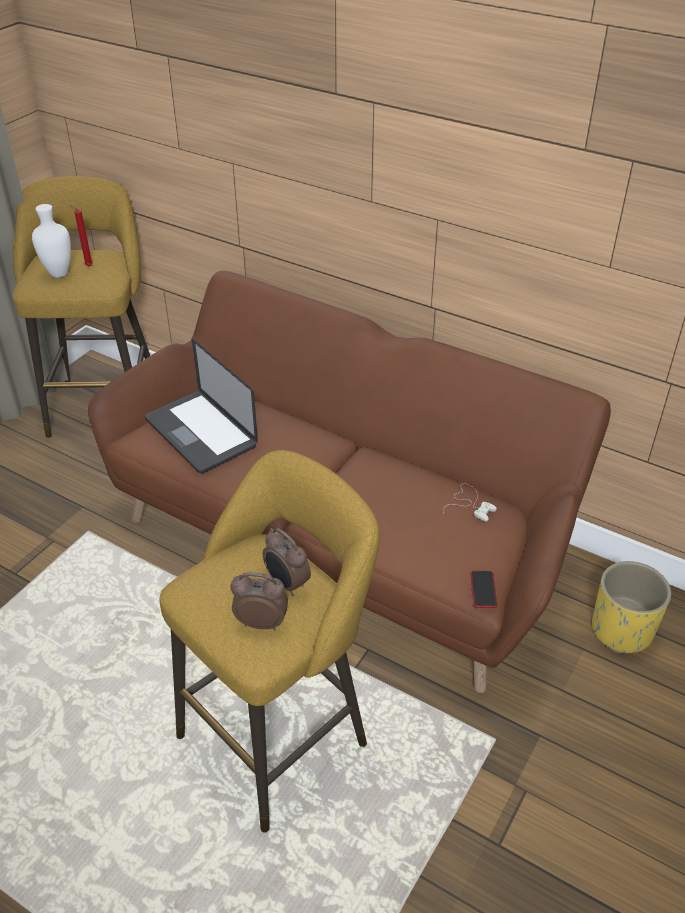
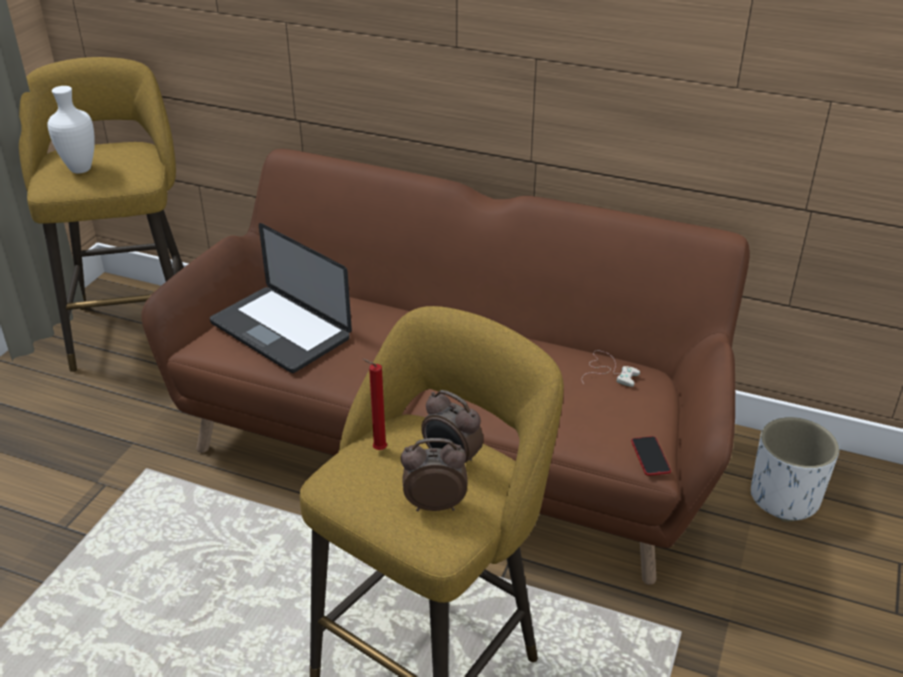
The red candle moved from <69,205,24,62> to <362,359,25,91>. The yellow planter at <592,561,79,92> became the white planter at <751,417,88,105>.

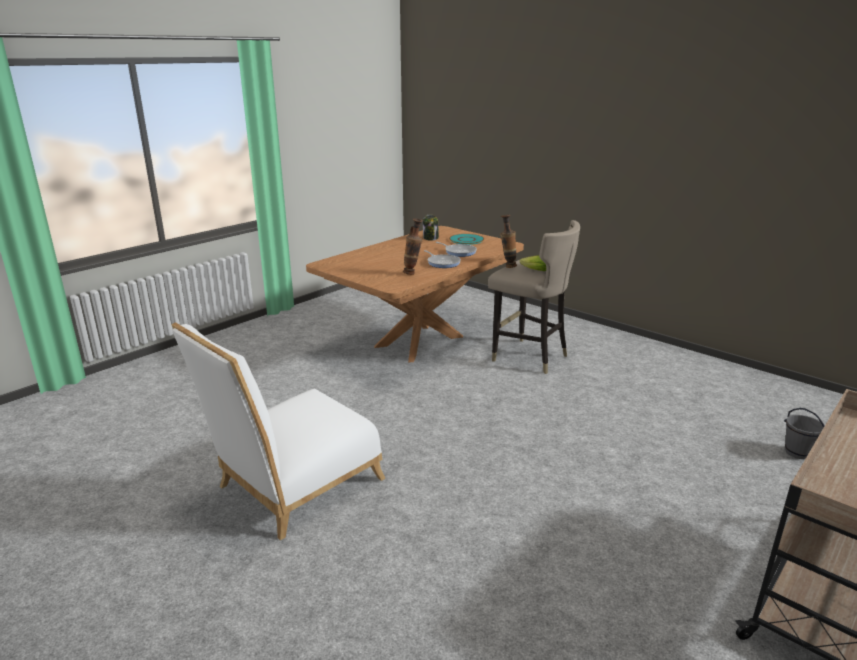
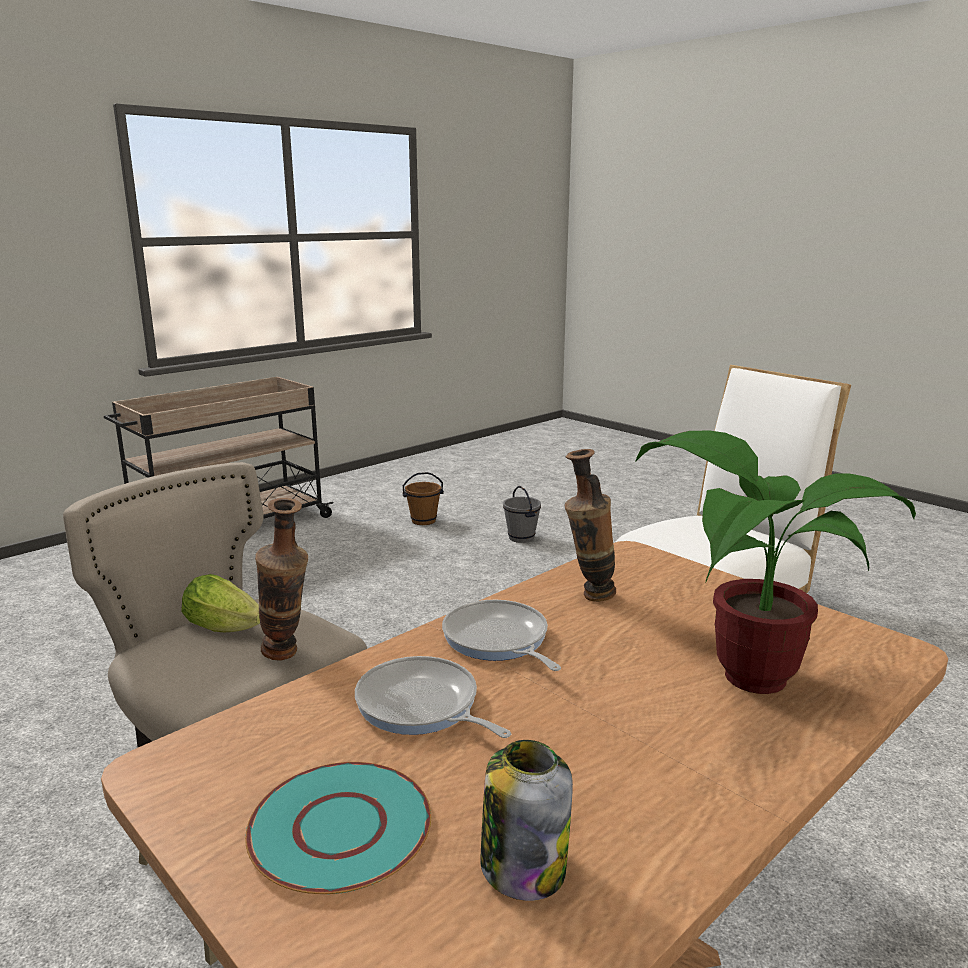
The brown bucket at <403,472,41,53> appeared. The grey bucket moved from <784,408,41,51> to <503,486,38,57>. The potted plant at <635,431,281,263> appeared.

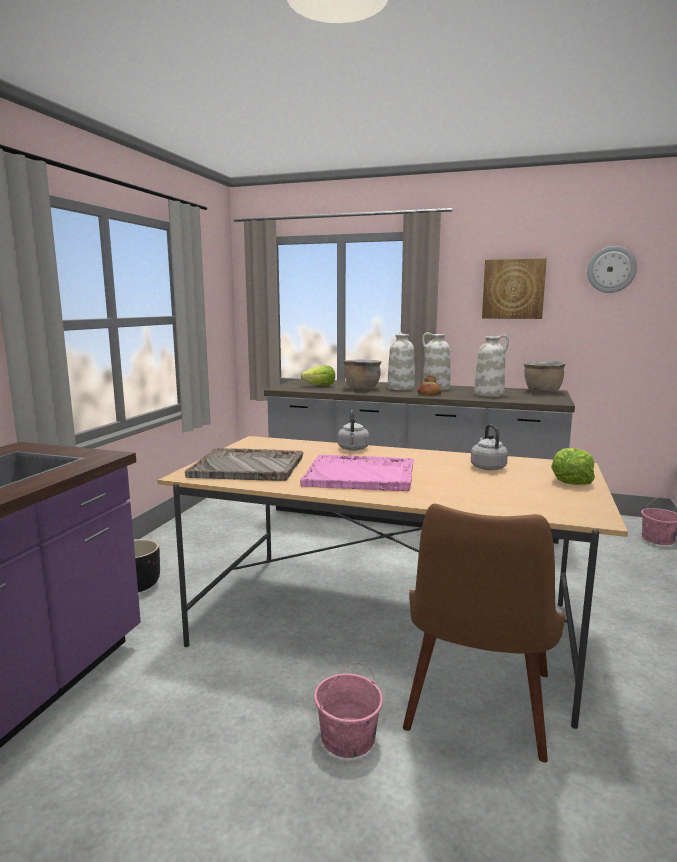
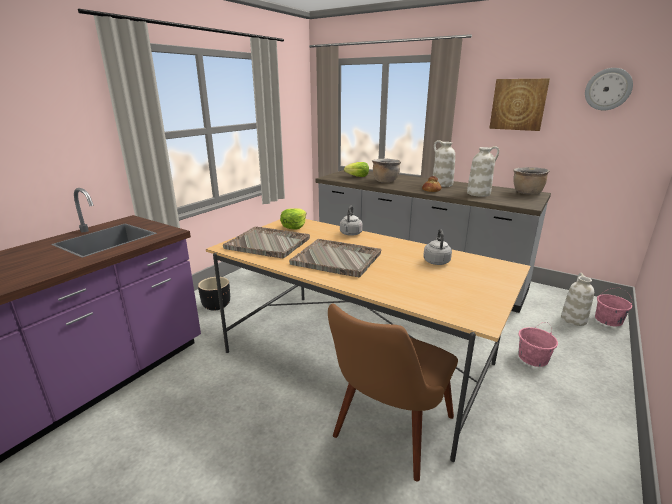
The lettuce moved from <551,448,44,37> to <280,208,27,21>. The pink tray at <300,455,114,36> became the grey tray at <289,239,92,38>. The pink bucket moved from <314,663,69,95> to <518,322,40,45>. The white vase moved from <387,332,28,58> to <561,273,33,53>.

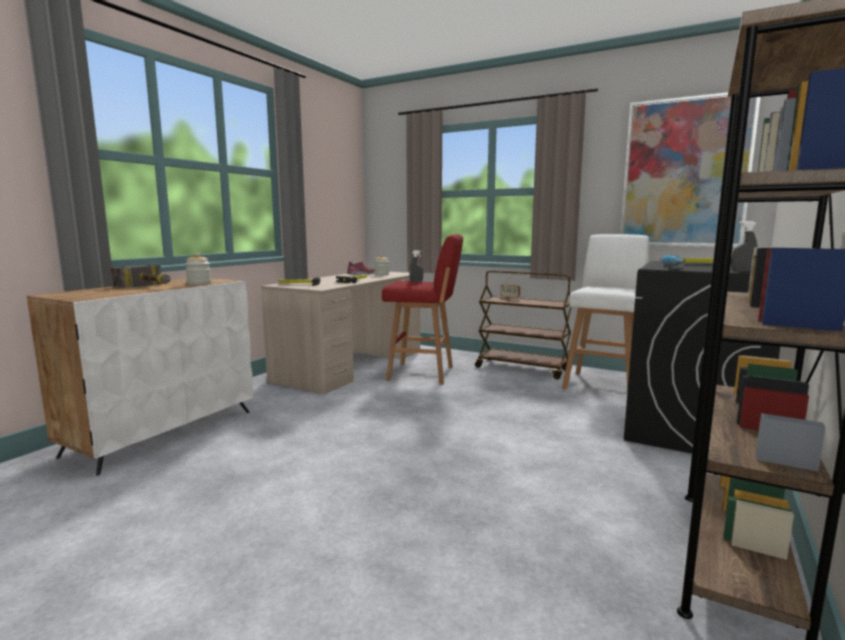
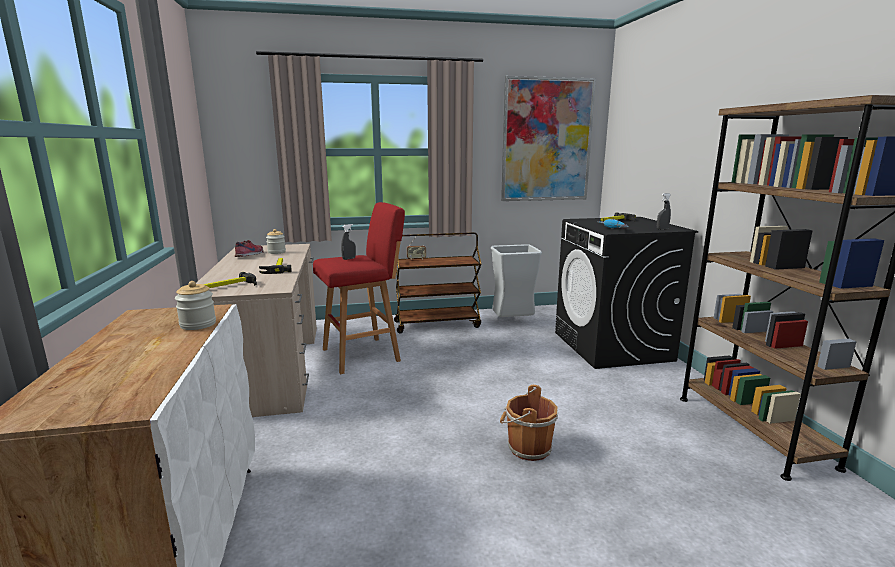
The white stool at <562,234,87,158> was replaced by the grey trash can at <491,244,51,73>. The brown bucket at <500,385,58,76> appeared. The hammer at <111,265,60,23> disappeared.

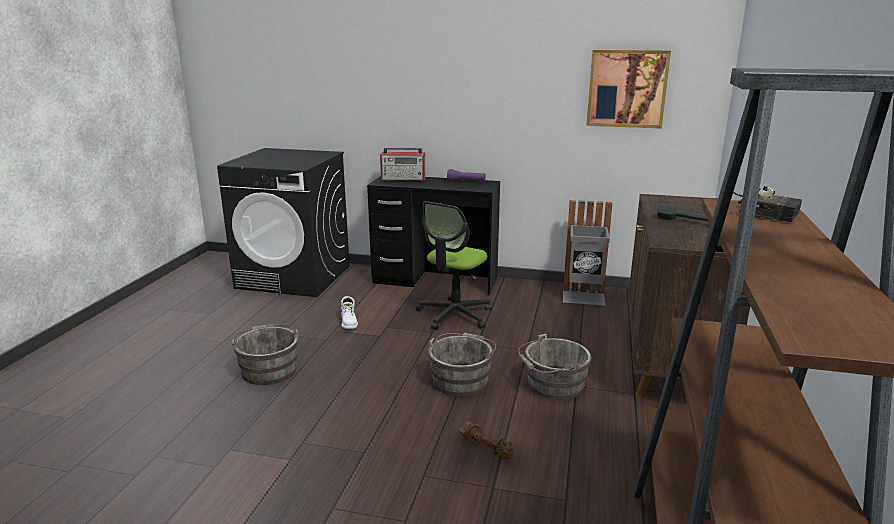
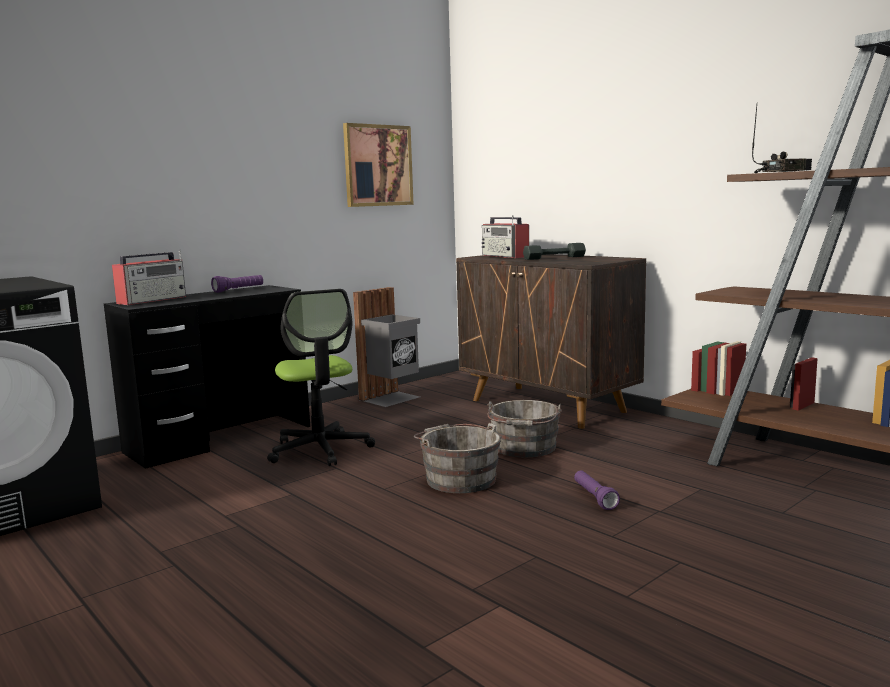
The radio at <481,215,48,43> appeared. The brown dumbbell at <459,421,54,39> was replaced by the purple flashlight at <574,471,46,39>. The grey bucket at <232,324,67,61> disappeared. The white boot at <341,296,17,33> disappeared.

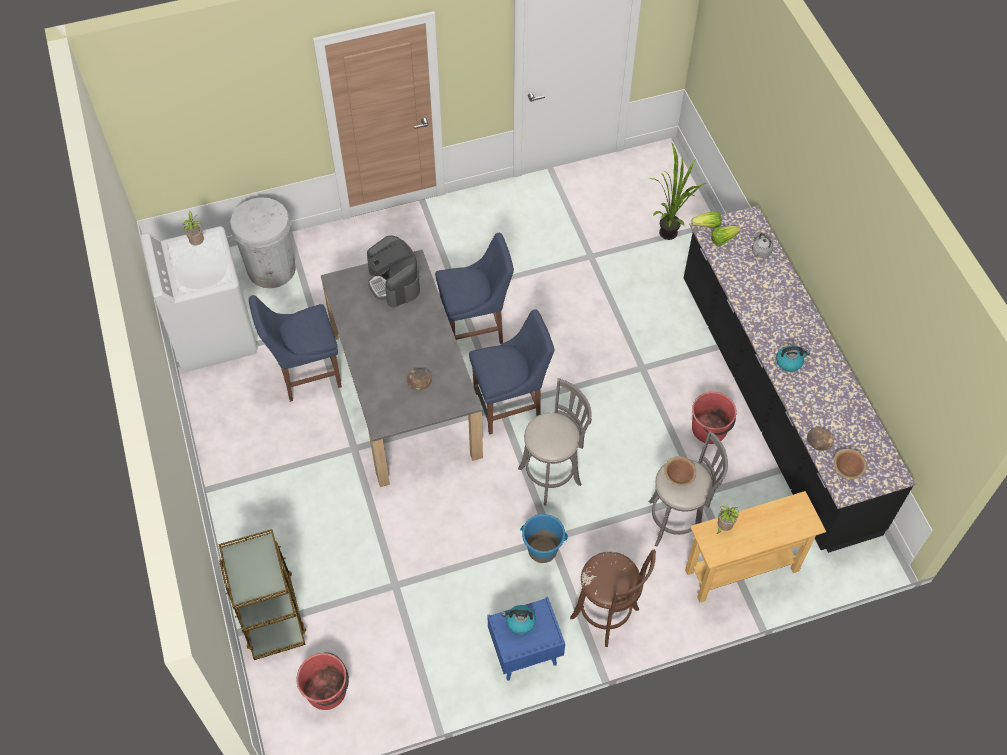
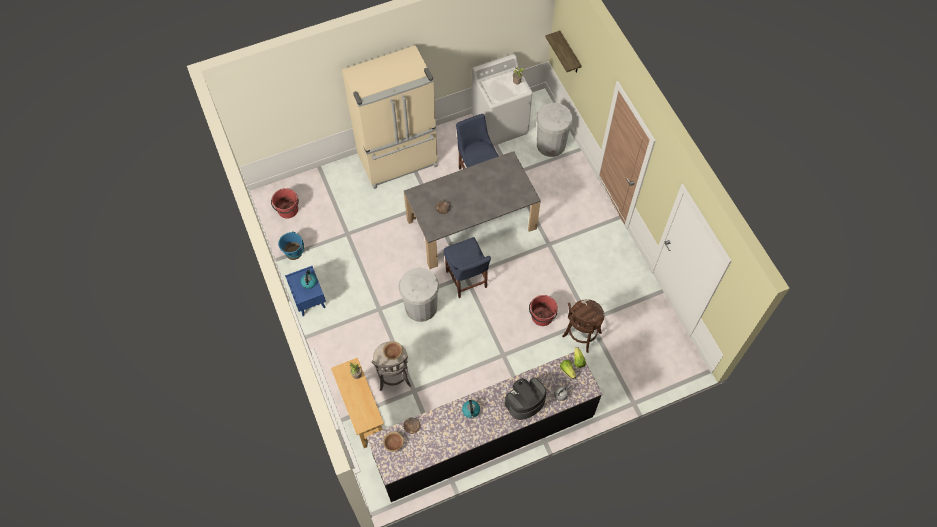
The blue bucket moved from <520,514,48,49> to <278,231,26,29>. The beige fridge at <342,45,96,144> appeared. The grey stool at <518,378,74,128> was replaced by the white trash can at <399,268,40,54>. The coffee machine moved from <367,236,53,72> to <504,377,42,43>. The red bucket moved from <692,392,45,52> to <529,295,29,31>. The shelf at <545,31,37,42> appeared. The brown stool moved from <570,550,86,97> to <562,299,42,54>. The brown cart at <218,529,88,131> disappeared. The blue chair at <435,233,79,111> disappeared. The potted plant at <650,143,56,97> disappeared.

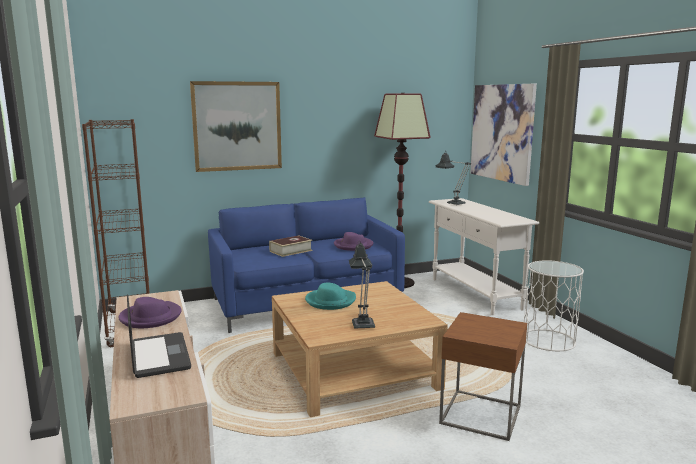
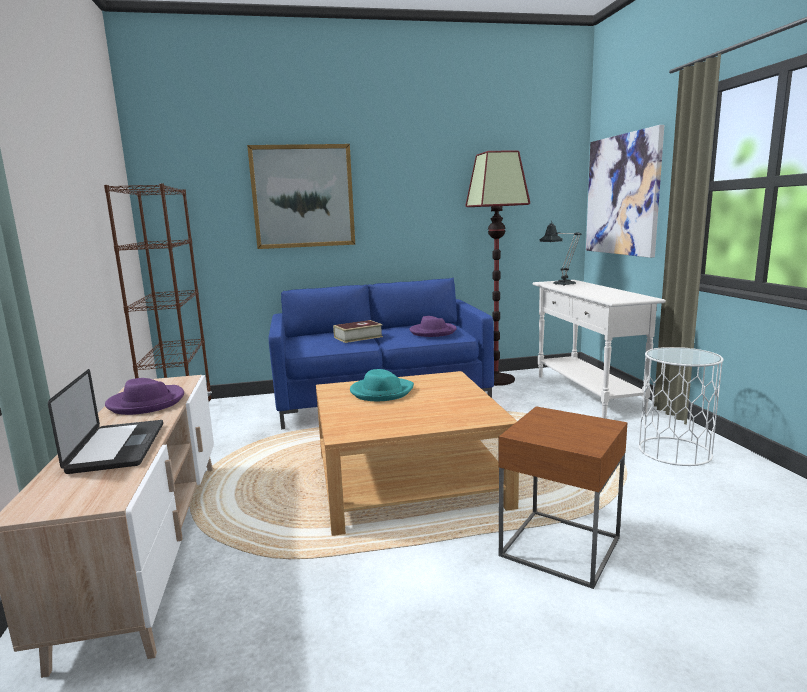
The table lamp at <349,241,26,88> disappeared.

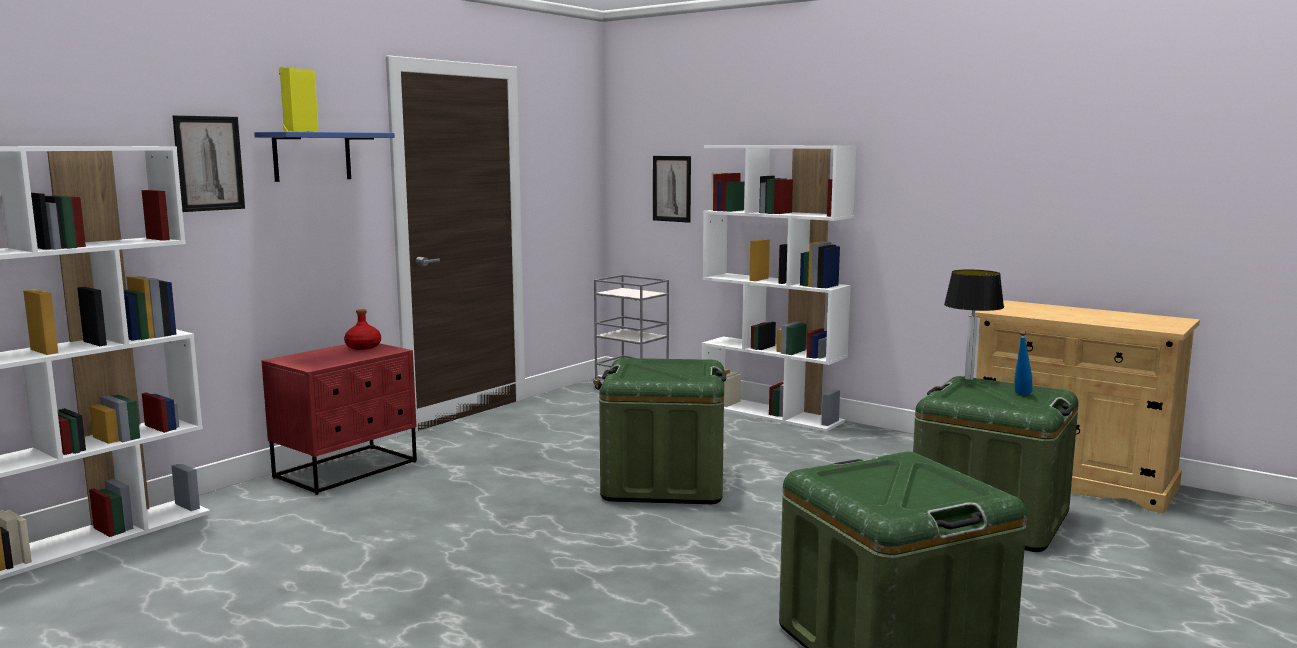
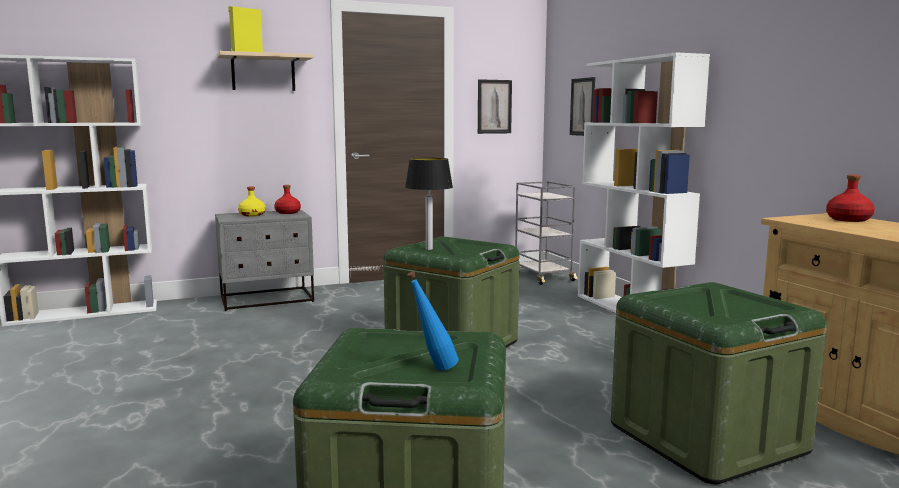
The red nightstand at <262,343,155,152> became the grey nightstand at <215,210,99,101>. The blue shelf at <254,132,141,50> became the beige shelf at <217,51,97,40>. The yellow bottle at <238,186,28,30> appeared. The table lamp moved from <944,270,60,110> to <405,158,48,92>. The blue bottle moved from <1015,331,17,64> to <407,272,52,99>. The picture moved from <172,115,73,97> to <478,79,34,55>. The red bottle at <826,175,49,47> appeared.

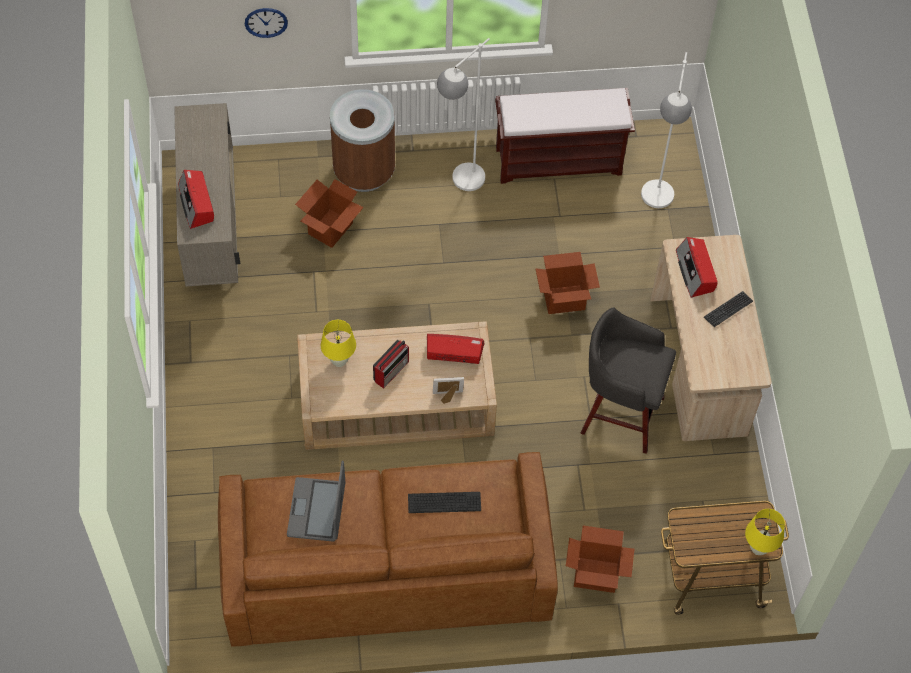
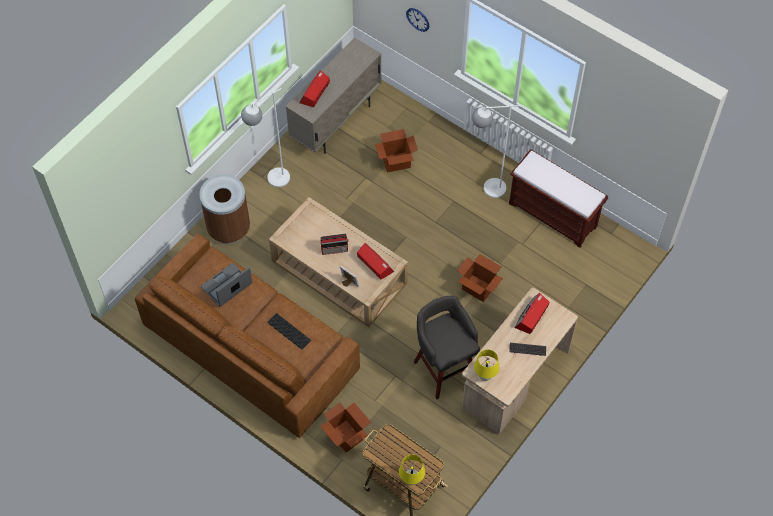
The brown trash can moved from <330,89,65,103> to <199,174,51,70>. The white floor lamp moved from <641,52,51,156> to <241,88,49,99>. The yellow table lamp moved from <321,320,35,47> to <474,349,26,32>.

